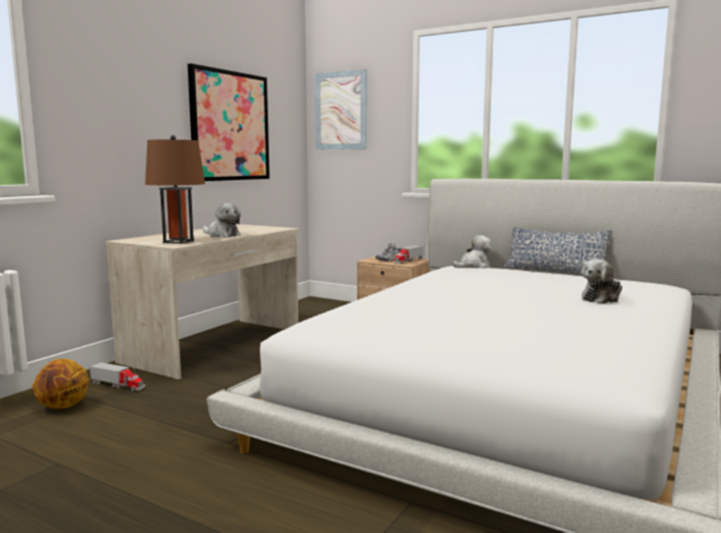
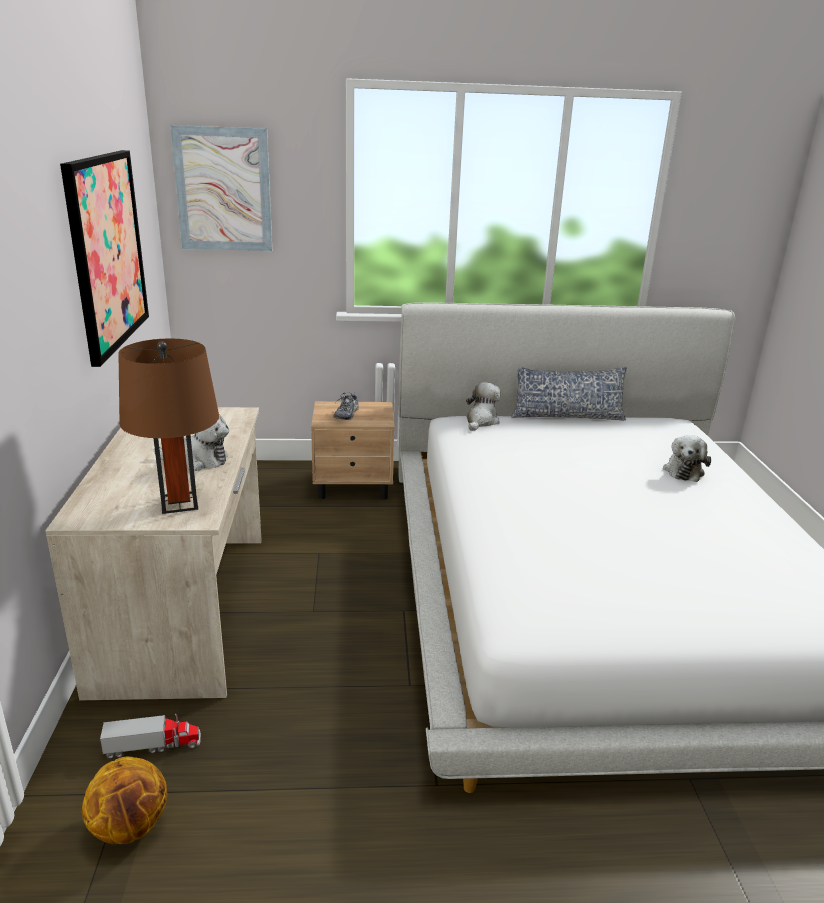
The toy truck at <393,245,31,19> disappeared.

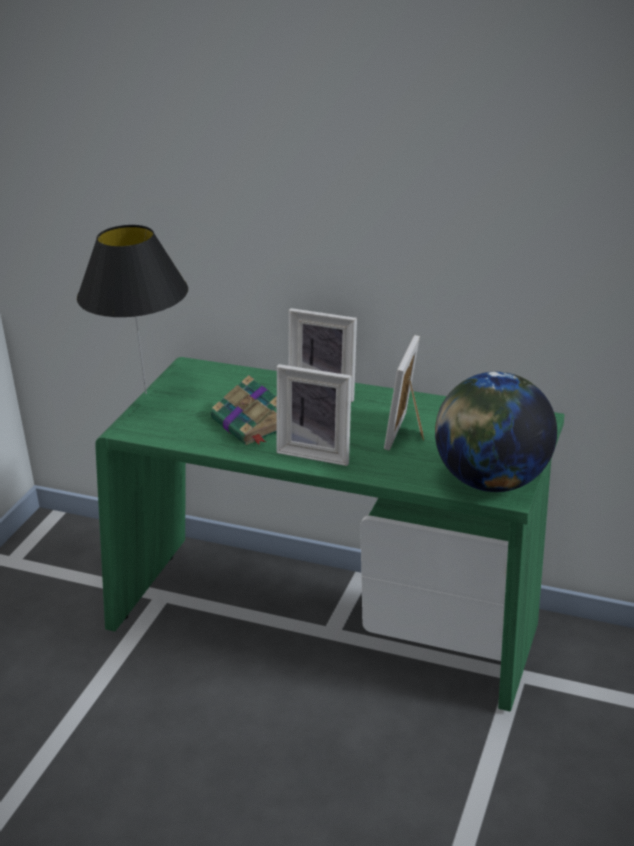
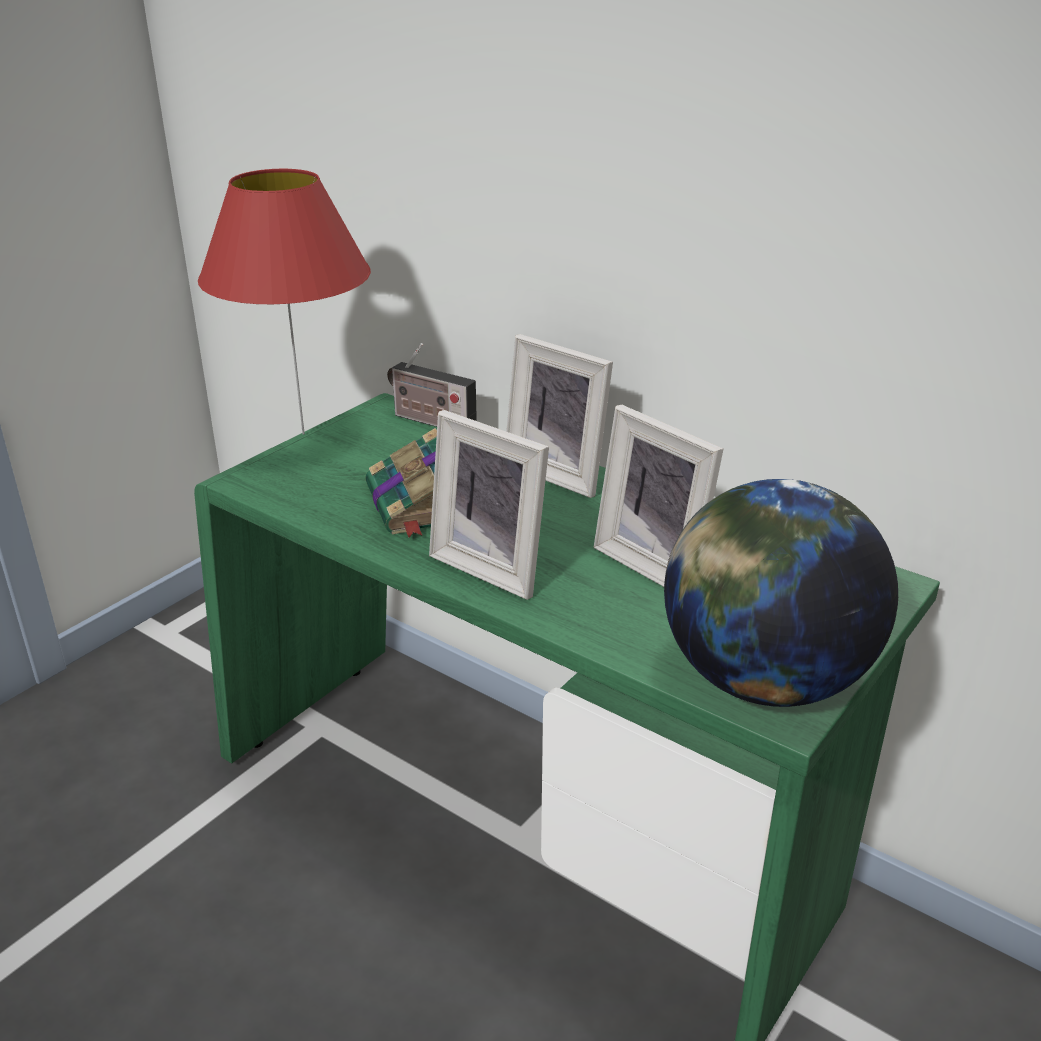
The black table lamp at <77,225,111,169> became the red table lamp at <198,169,173,266>. The radio at <387,343,90,84> appeared. The picture frame at <384,335,40,116> turned 75 degrees counterclockwise.

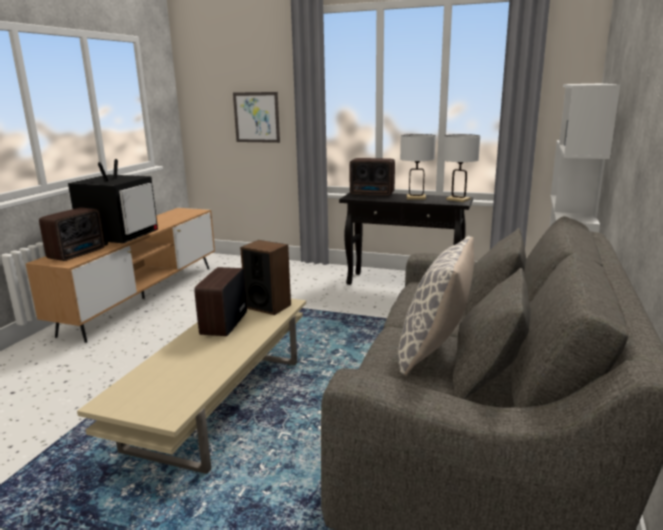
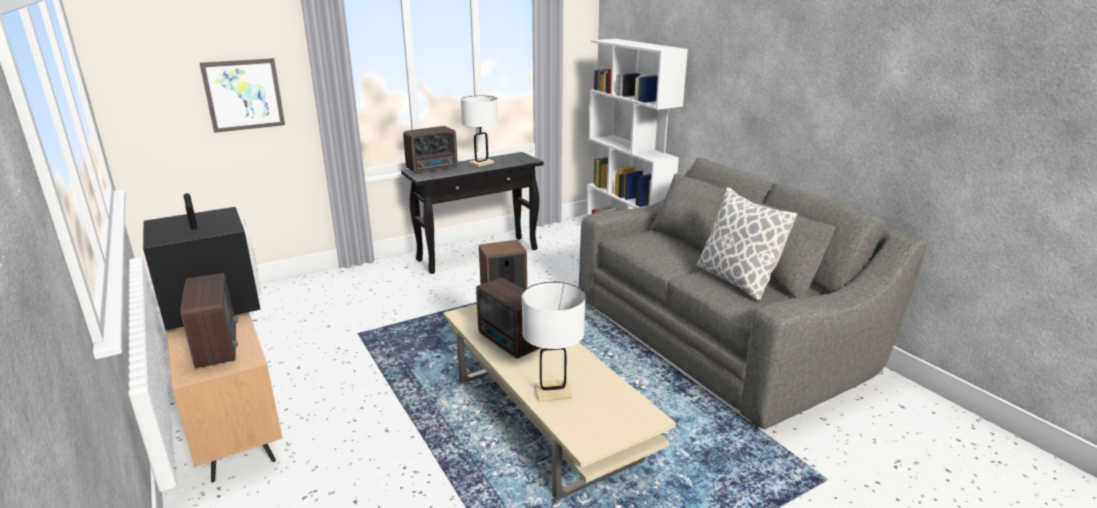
The white table lamp moved from <443,134,37,68> to <522,282,63,120>.

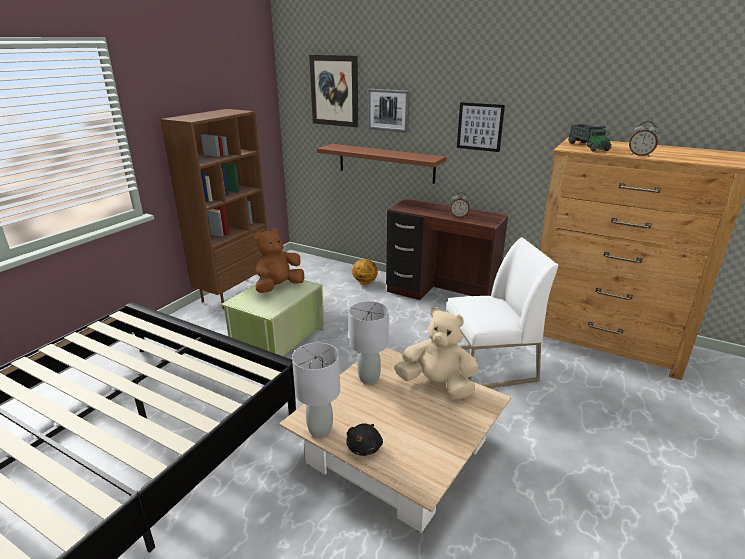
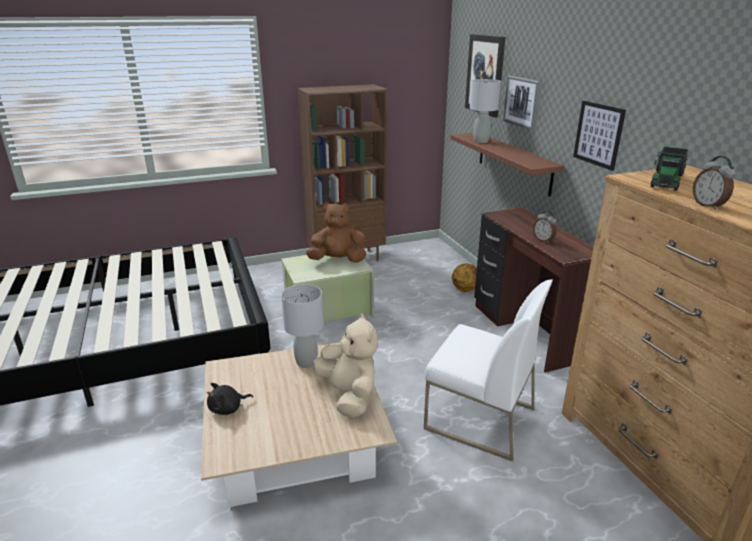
The grey table lamp moved from <292,343,48,95> to <470,79,31,64>.

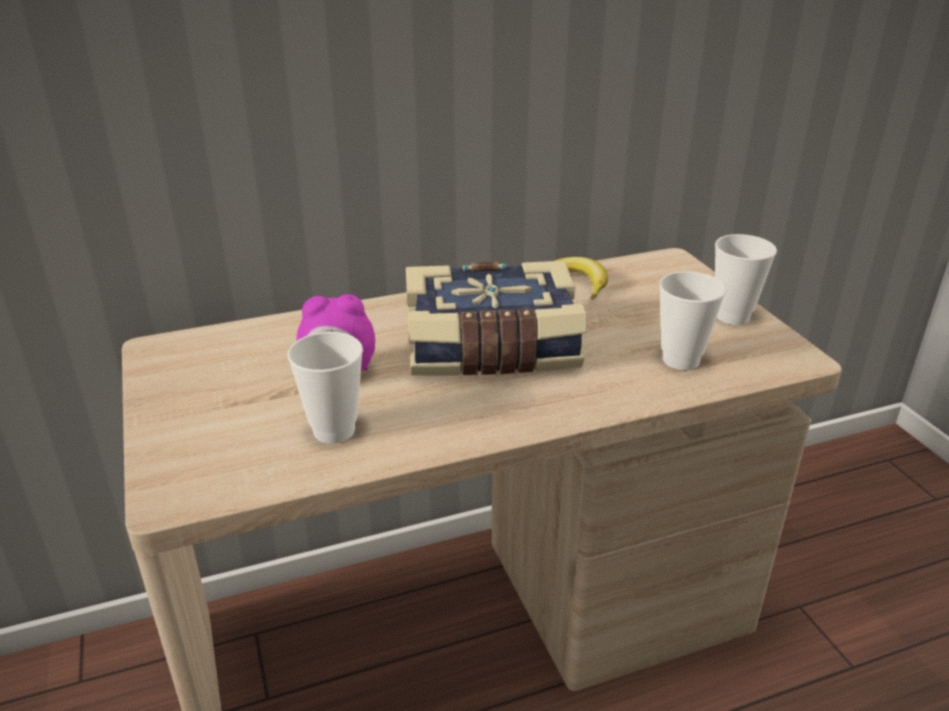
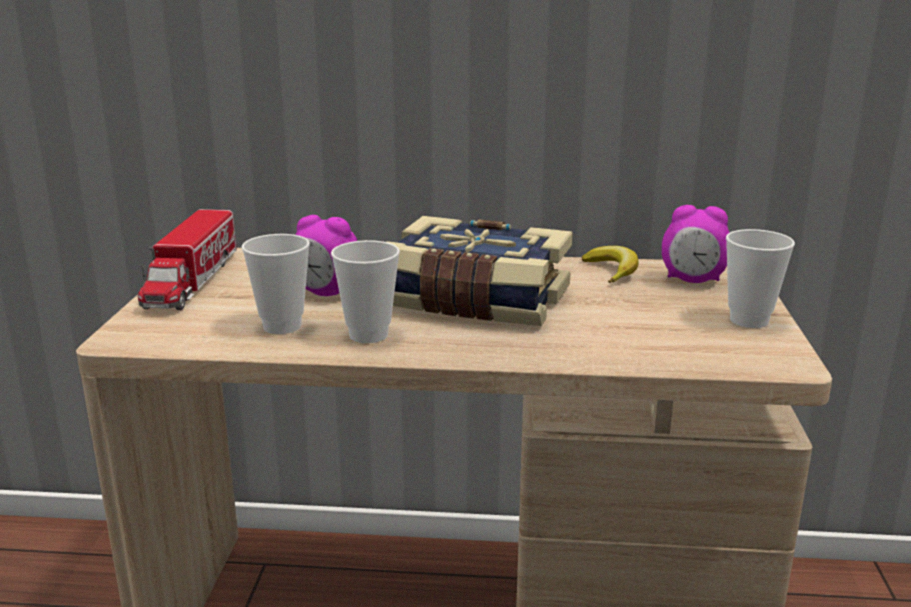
The toy truck at <138,209,99,101> appeared. The cup moved from <659,271,67,99> to <331,240,69,103>. The alarm clock at <662,205,68,78> appeared.

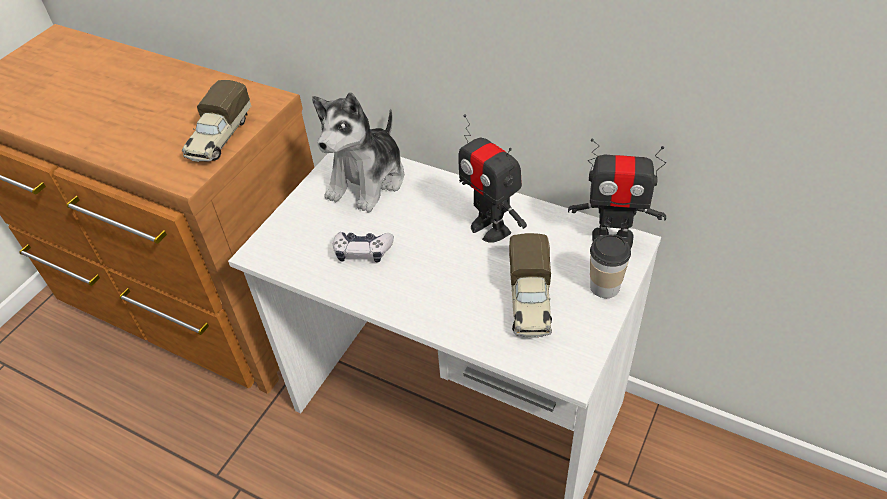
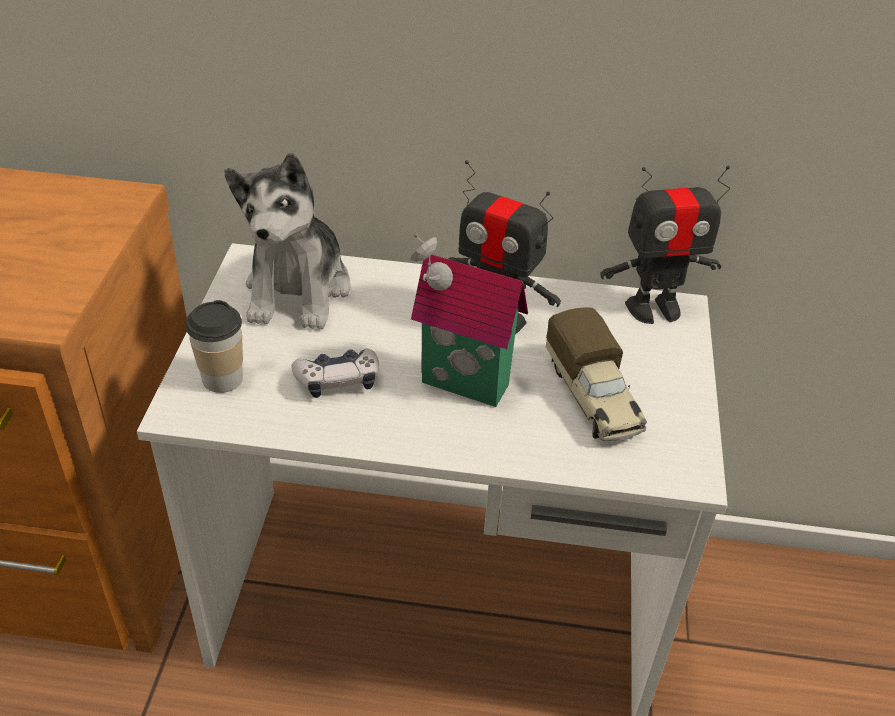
The cup moved from <590,234,41,64> to <186,300,57,93>. The toy house at <410,233,118,174> appeared. The toy truck at <182,80,69,82> disappeared.

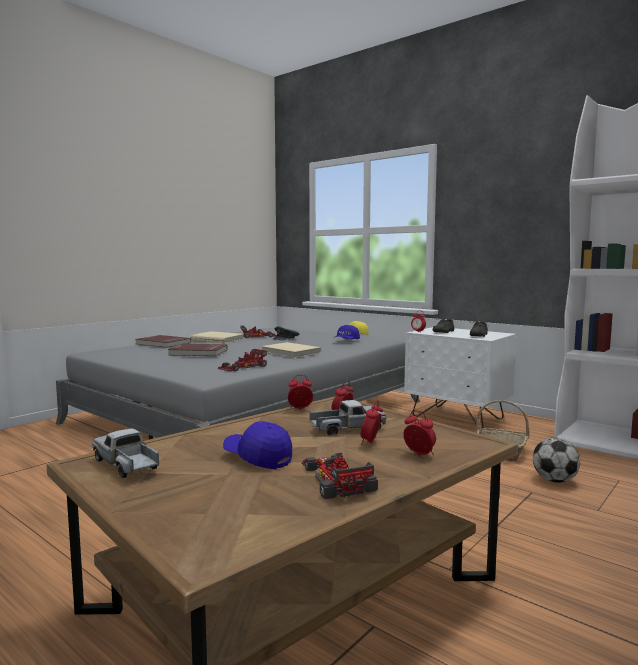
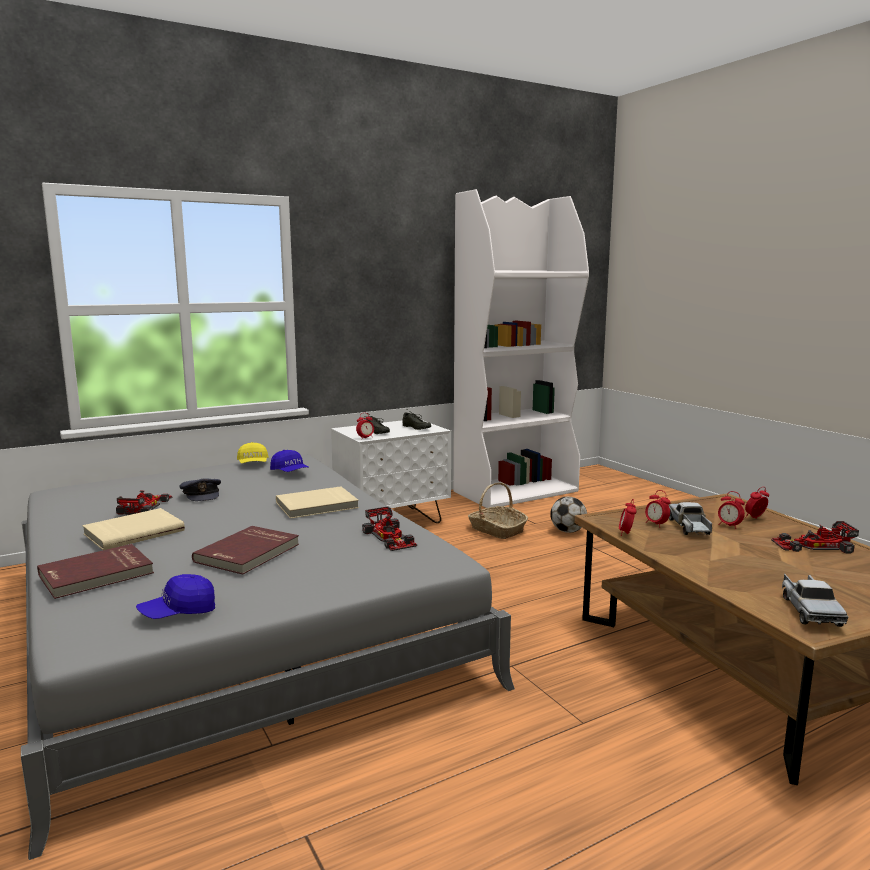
The blue cap moved from <223,421,69,48> to <136,574,79,45>. The toy truck at <92,429,67,49> turned 60 degrees counterclockwise.

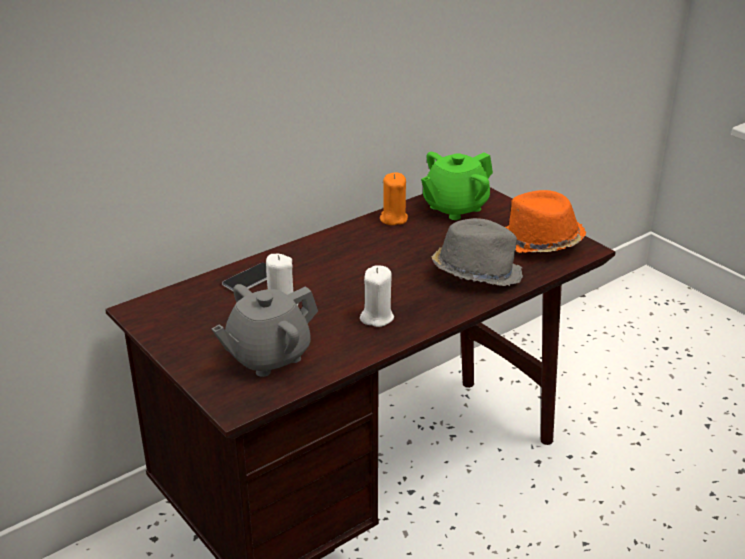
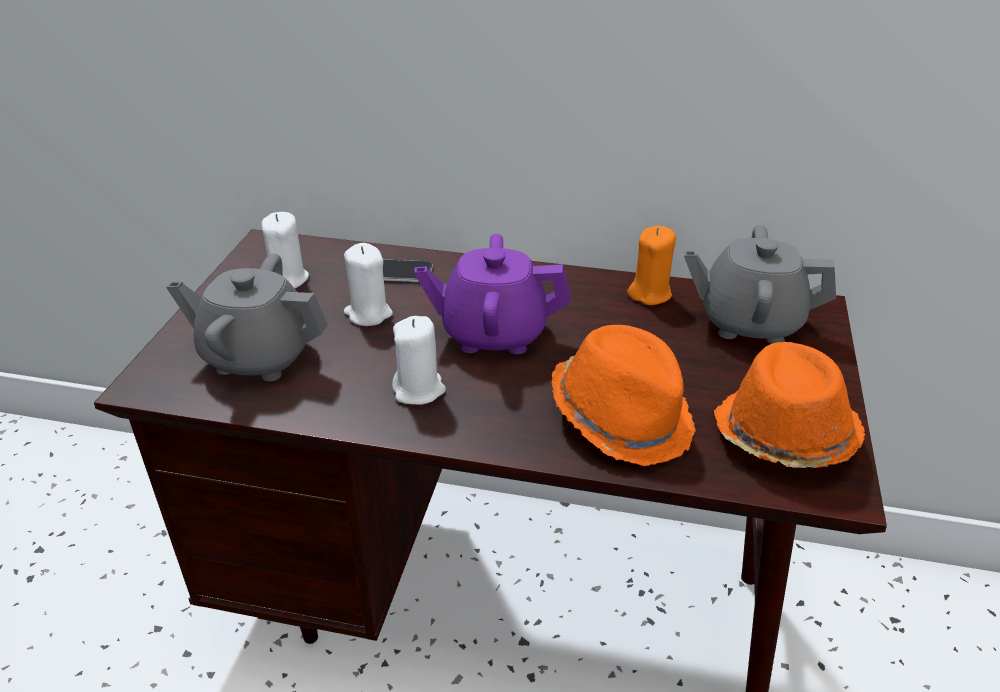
The white candle at <262,212,47,76> appeared. The purple teapot at <414,234,157,120> appeared. The grey hat at <432,218,91,68> became the orange hat at <552,325,143,141>. The green teapot at <421,152,72,68> became the grey teapot at <684,225,152,119>.

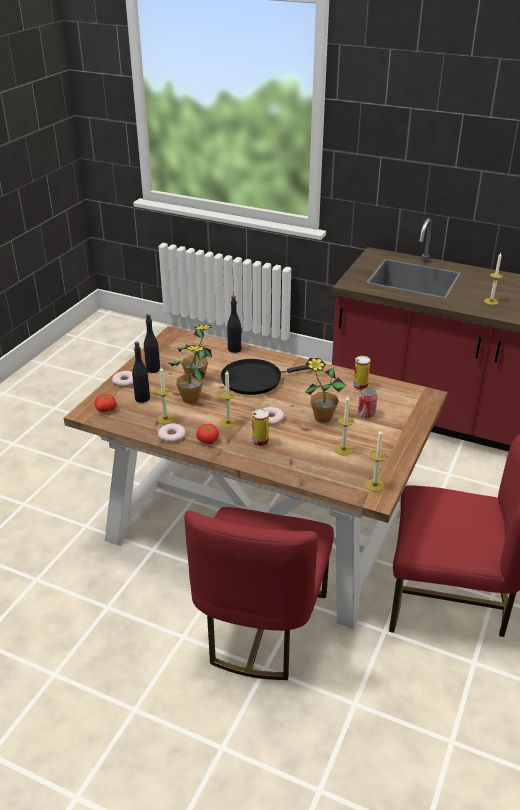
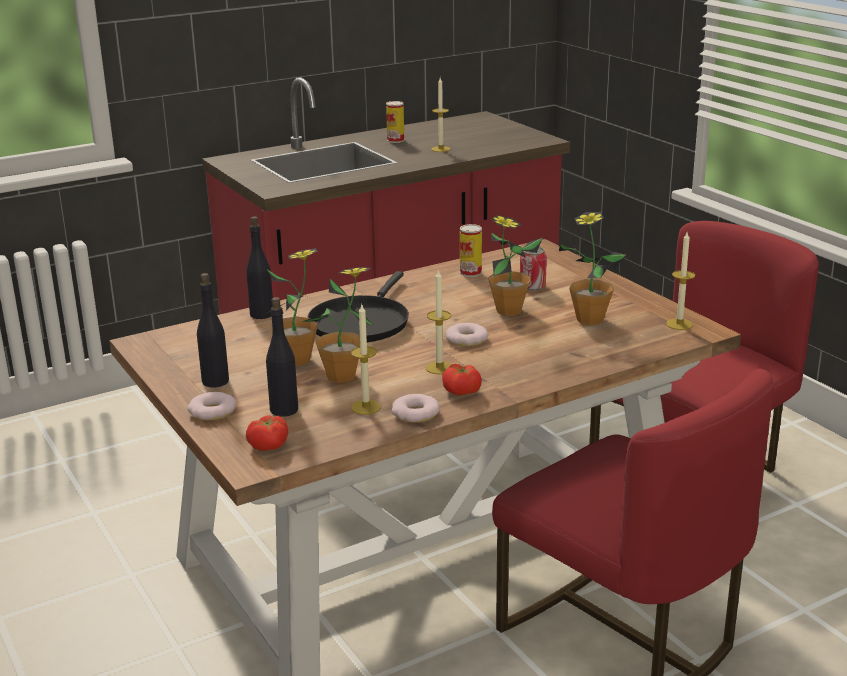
The can moved from <252,409,17,38> to <386,101,18,42>. The candle at <335,396,18,60> was replaced by the potted plant at <559,212,67,113>.

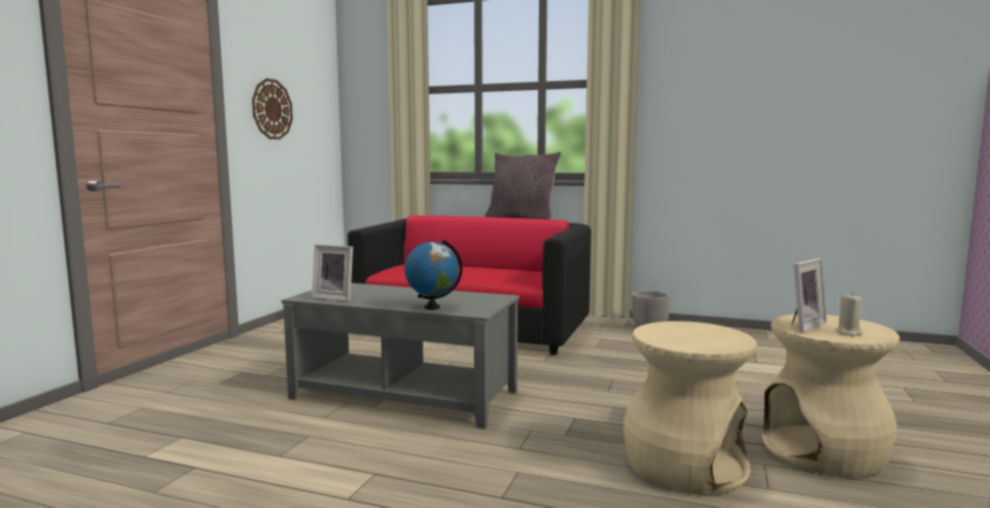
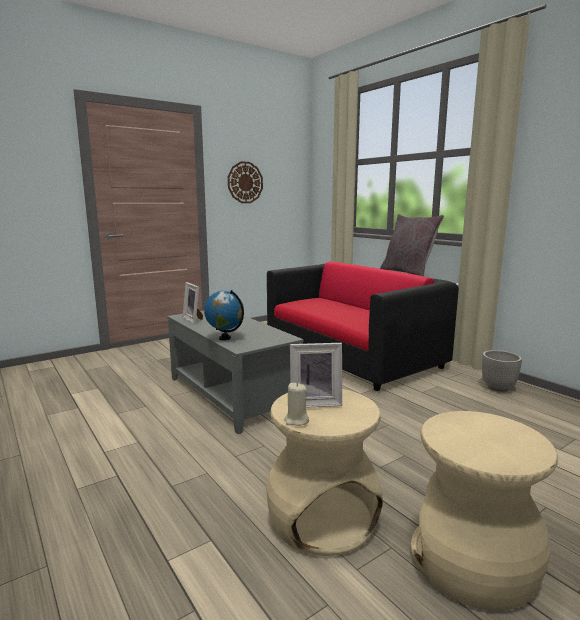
The beige candle moved from <835,293,27,43> to <284,383,25,43>. The picture frame moved from <792,258,35,74> to <290,343,52,65>.

